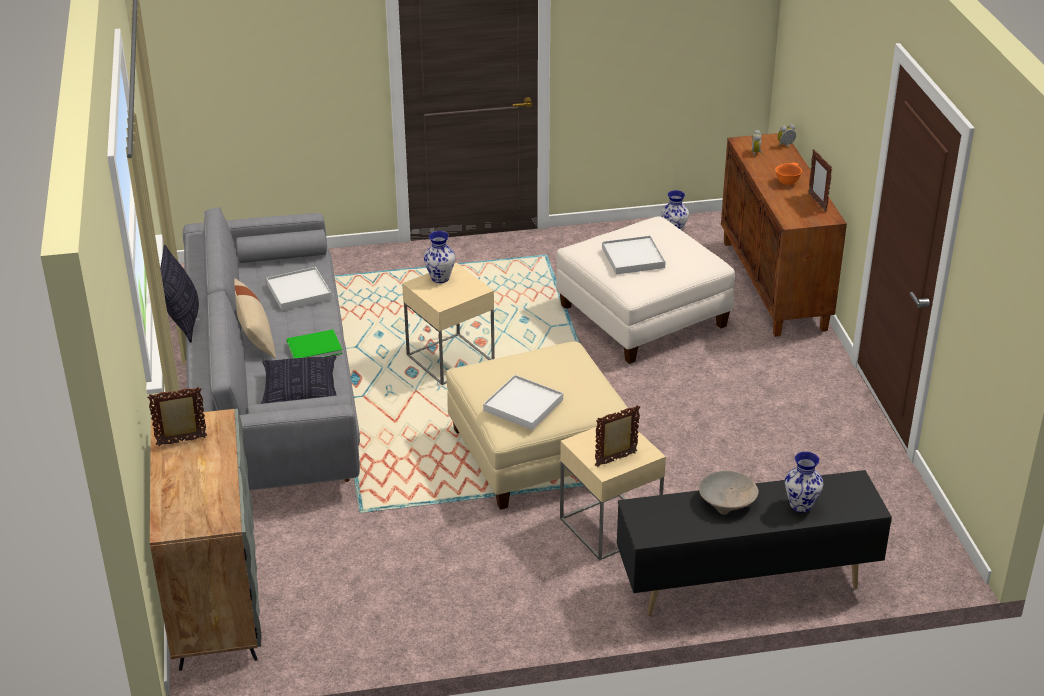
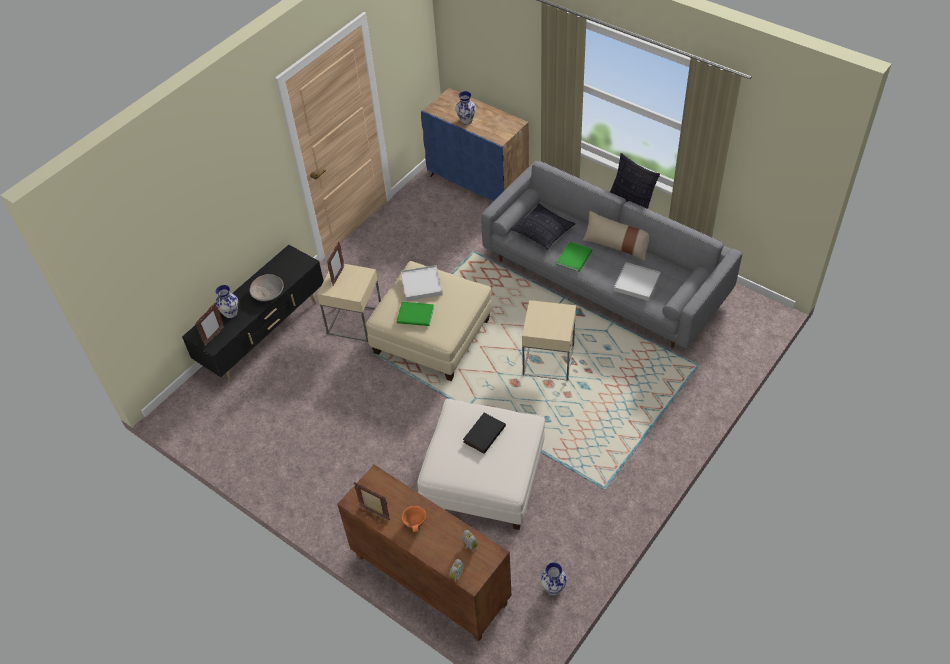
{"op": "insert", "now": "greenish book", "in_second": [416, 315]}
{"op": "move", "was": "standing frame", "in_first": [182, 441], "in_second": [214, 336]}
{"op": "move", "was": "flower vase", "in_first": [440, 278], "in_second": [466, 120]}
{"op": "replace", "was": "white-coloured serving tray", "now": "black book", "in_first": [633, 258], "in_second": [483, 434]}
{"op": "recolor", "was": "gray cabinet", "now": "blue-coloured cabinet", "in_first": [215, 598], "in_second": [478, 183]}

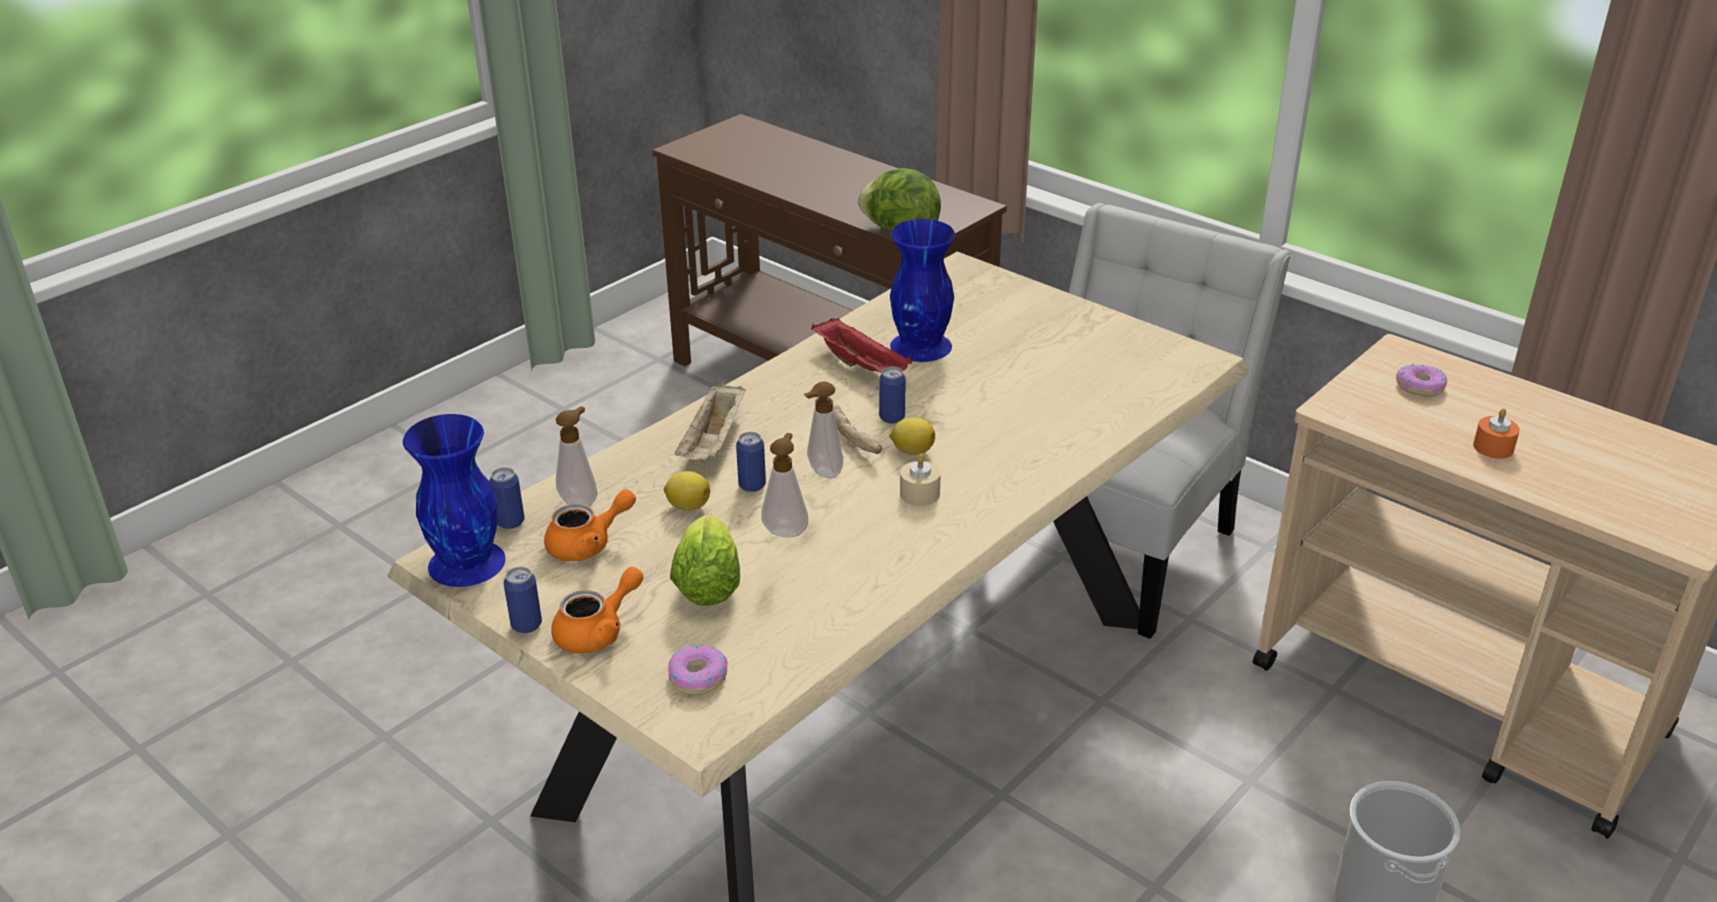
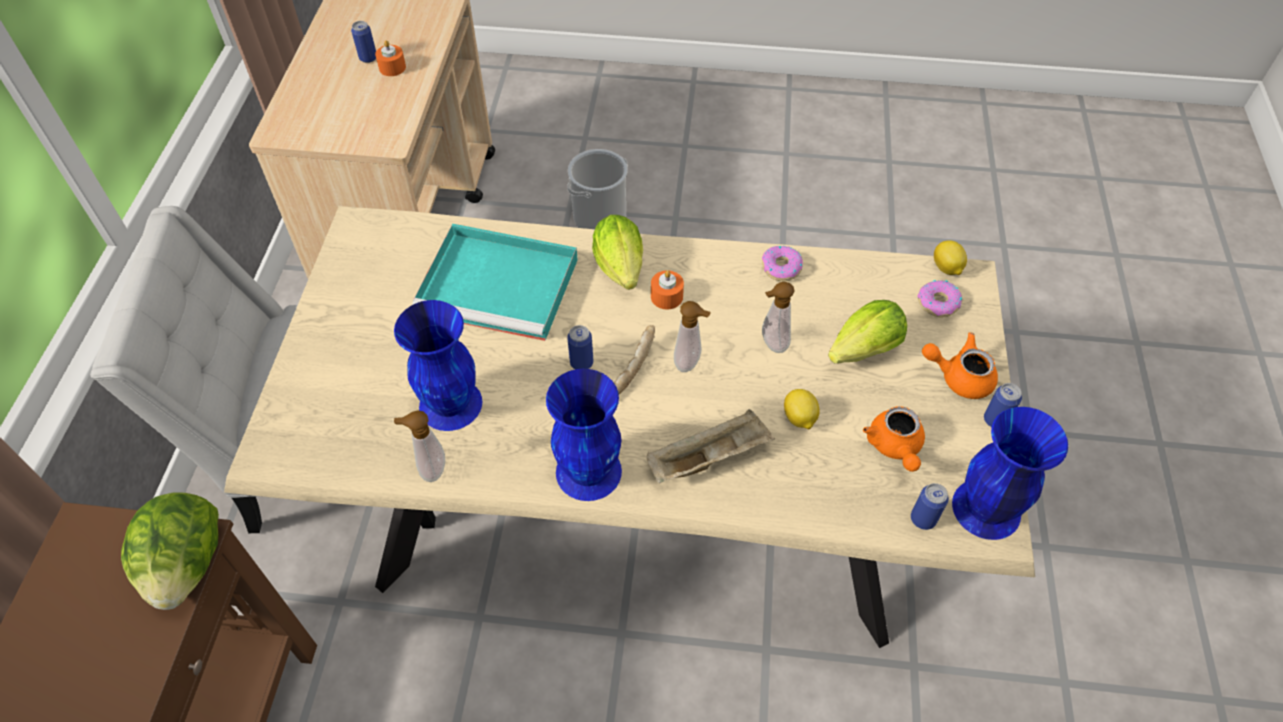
{"op": "delete", "was": "red serving tray", "in_first": [862, 366]}
{"op": "insert", "now": "turquoise-coloured serving tray", "in_second": [501, 286]}
{"op": "insert", "now": "blue-coloured flower vase", "in_second": [590, 472]}
{"op": "insert", "now": "head of lettuce", "in_second": [621, 271]}
{"op": "move", "was": "liquid soap bottle", "in_first": [580, 501], "in_second": [430, 469]}
{"op": "move", "was": "can", "in_first": [752, 485], "in_second": [368, 58]}
{"op": "move", "was": "lemon", "in_first": [912, 451], "in_second": [946, 268]}
{"op": "move", "was": "donut", "in_first": [1420, 386], "in_second": [781, 267]}
{"op": "recolor", "was": "sand-coloured candle", "now": "orange candle", "in_first": [919, 494], "in_second": [666, 296]}
{"op": "rotate", "was": "orange tea pot", "in_first": [588, 544], "in_second": [894, 447], "clockwise": -120}

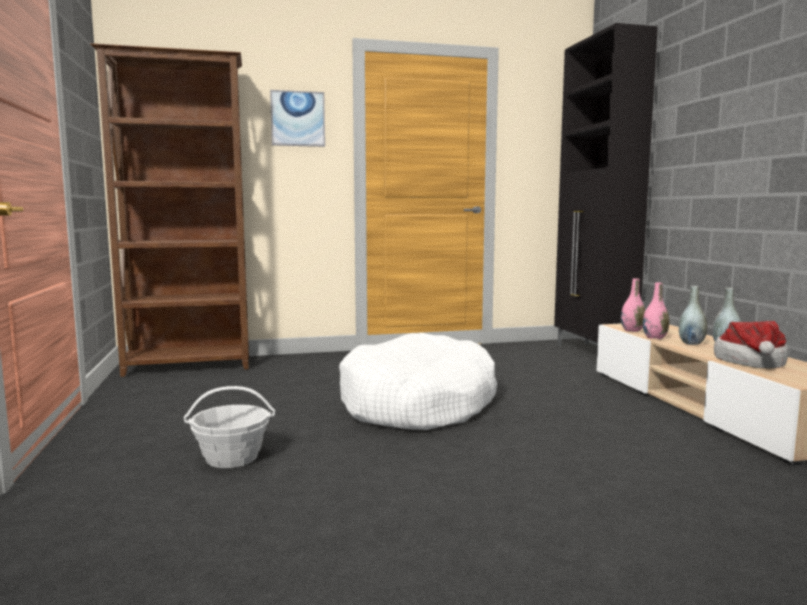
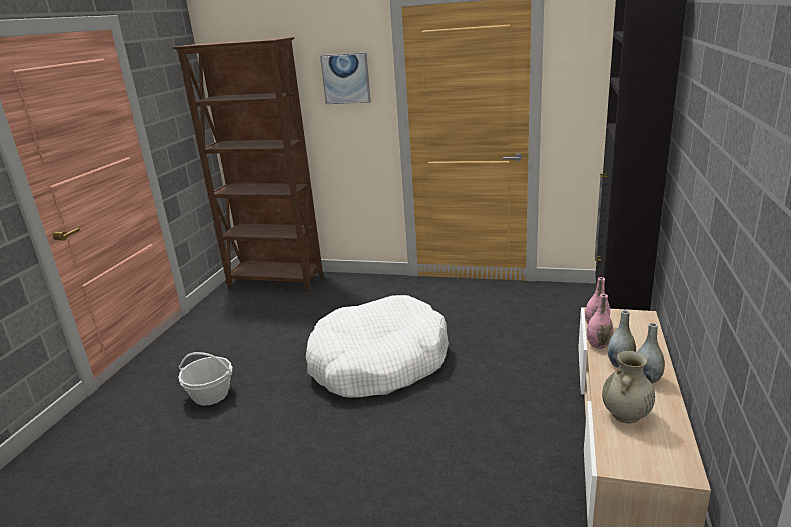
{"op": "replace", "was": "wearable hat", "now": "sand-coloured flower vase", "in_first": [751, 362], "in_second": [626, 415]}

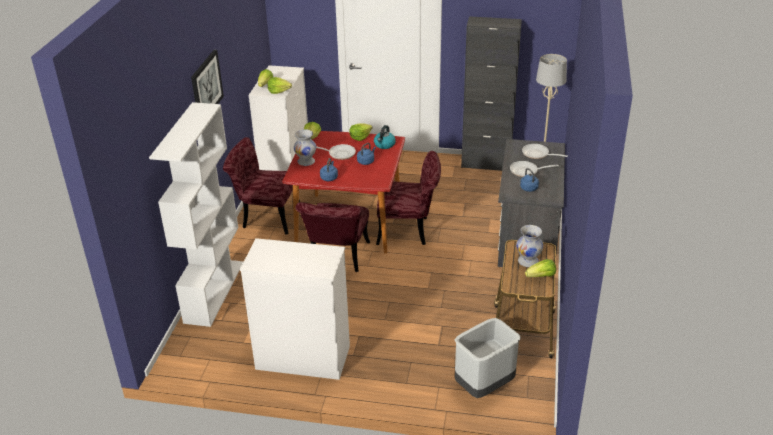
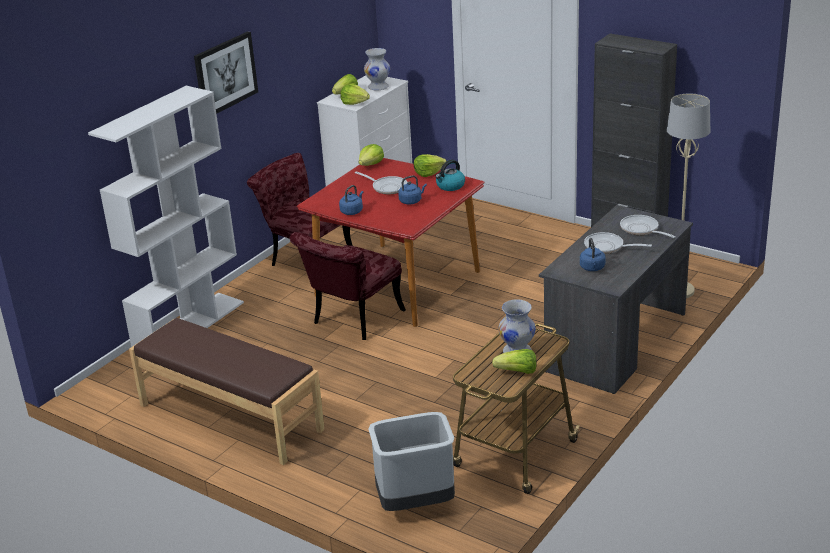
{"op": "delete", "was": "red plain chair", "in_first": [409, 231]}
{"op": "move", "was": "white-coloured flower vase", "in_first": [305, 162], "in_second": [377, 87]}
{"op": "replace", "was": "white-coloured dresser", "now": "brownish indoor bench", "in_first": [302, 357], "in_second": [229, 418]}

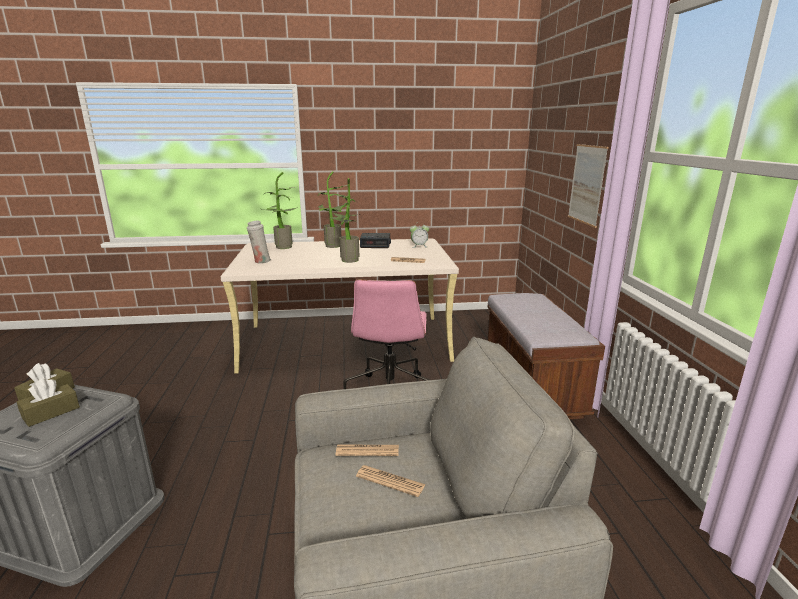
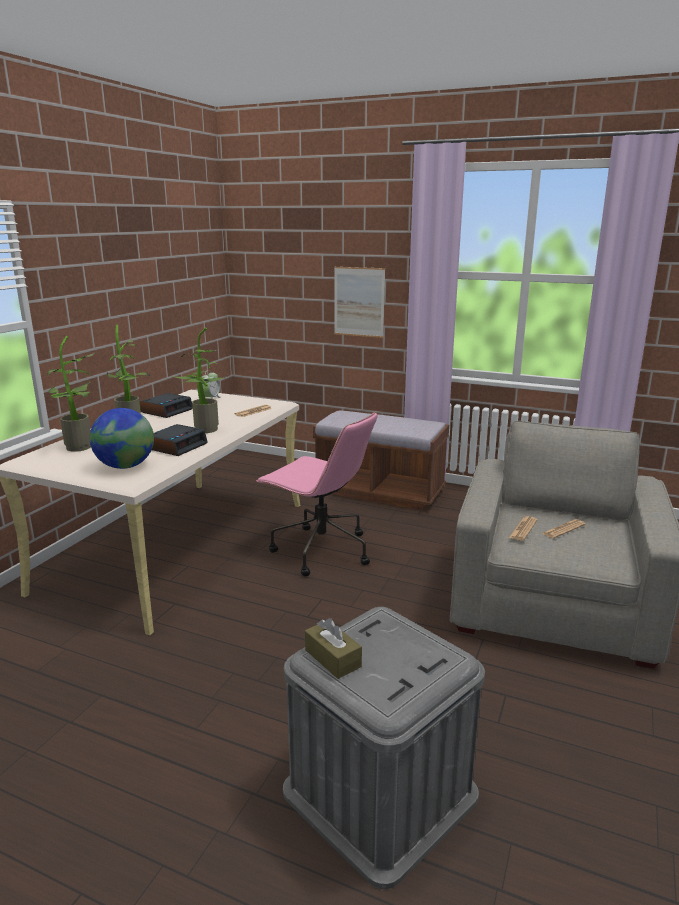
{"op": "delete", "was": "brownish tissue box", "in_first": [51, 412]}
{"op": "insert", "now": "alarm clock", "in_second": [176, 446]}
{"op": "replace", "was": "white-coloured flower vase", "now": "desk globe", "in_first": [260, 261], "in_second": [125, 466]}

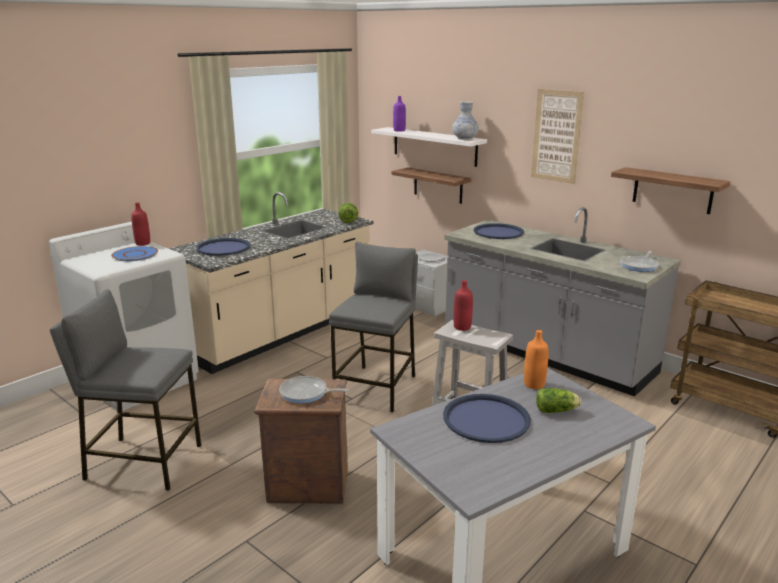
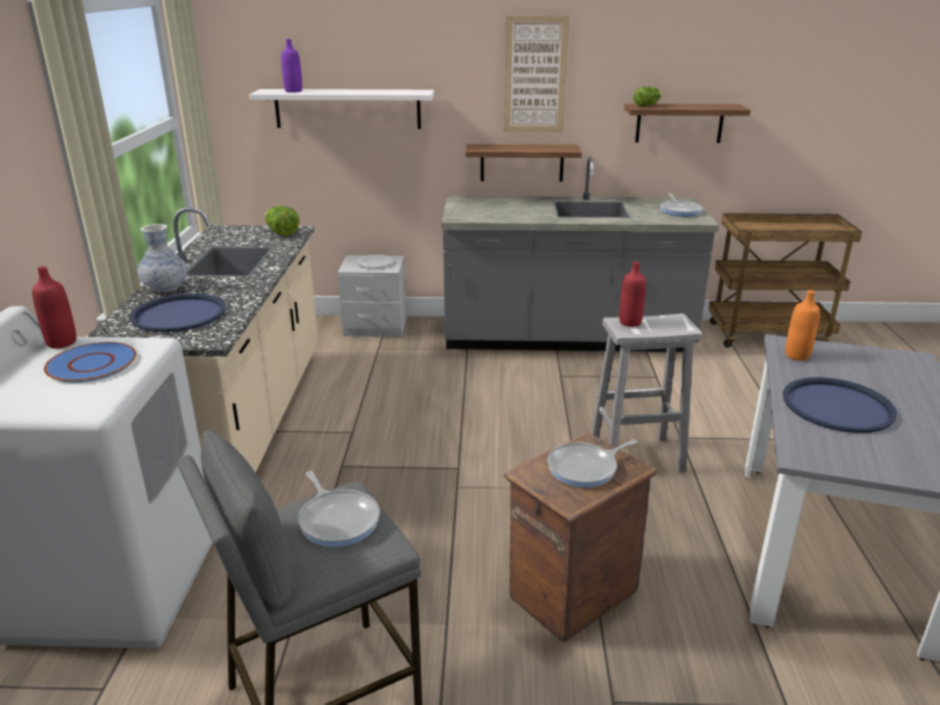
{"op": "delete", "was": "gray stool", "in_first": [377, 388]}
{"op": "delete", "was": "blue-coloured serving tray", "in_first": [498, 232]}
{"op": "insert", "now": "skillet", "in_second": [338, 519]}
{"op": "move", "was": "bracket shelf", "in_first": [438, 185], "in_second": [522, 162]}
{"op": "move", "was": "flower vase", "in_first": [465, 138], "in_second": [165, 287]}
{"op": "move", "was": "head of lettuce", "in_first": [557, 410], "in_second": [648, 105]}

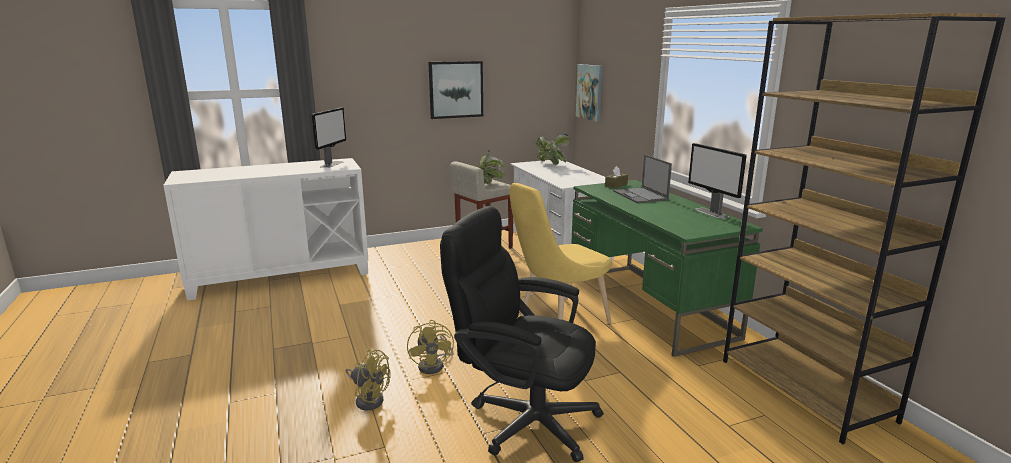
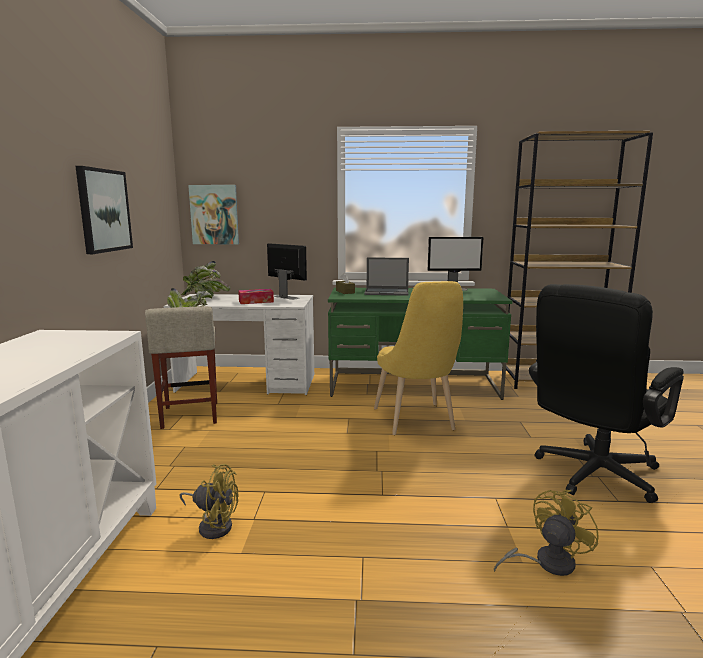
{"op": "insert", "now": "tissue box", "in_second": [256, 301]}
{"op": "move", "was": "computer display", "in_first": [332, 164], "in_second": [286, 297]}
{"op": "move", "was": "yellow cooling fan", "in_first": [435, 365], "in_second": [213, 525]}

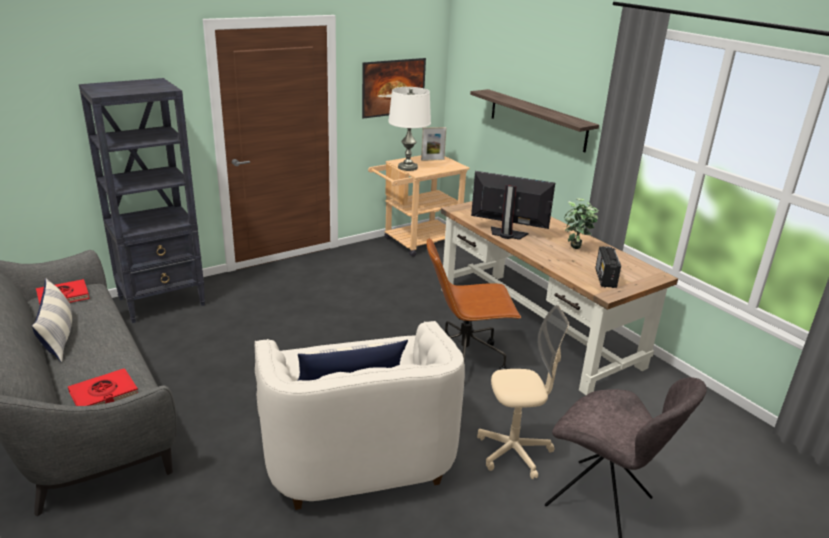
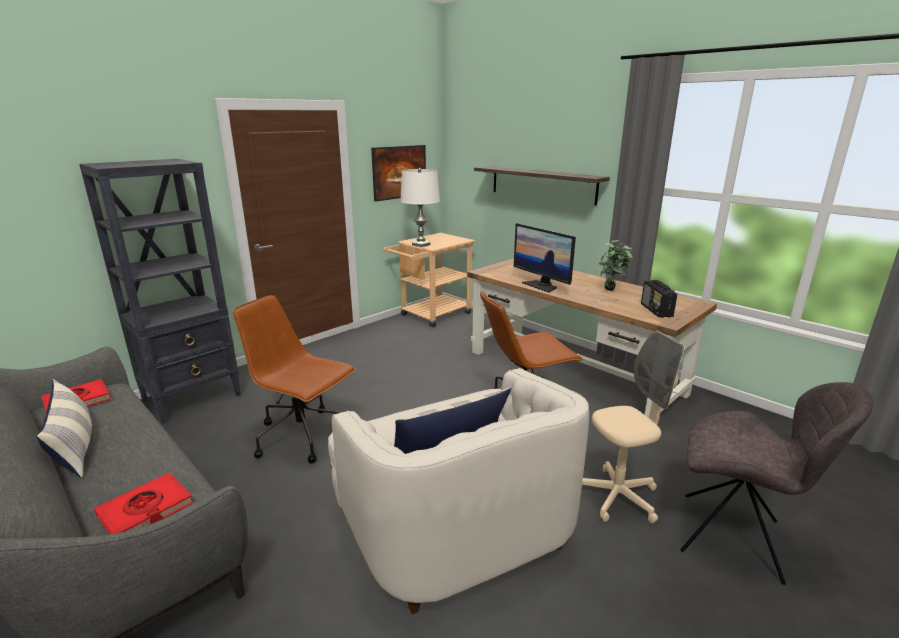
{"op": "delete", "was": "standing frame", "in_first": [432, 160]}
{"op": "insert", "now": "brownish office chair", "in_second": [304, 436]}
{"op": "rotate", "was": "computer display", "in_first": [507, 234], "in_second": [541, 285], "clockwise": -135}

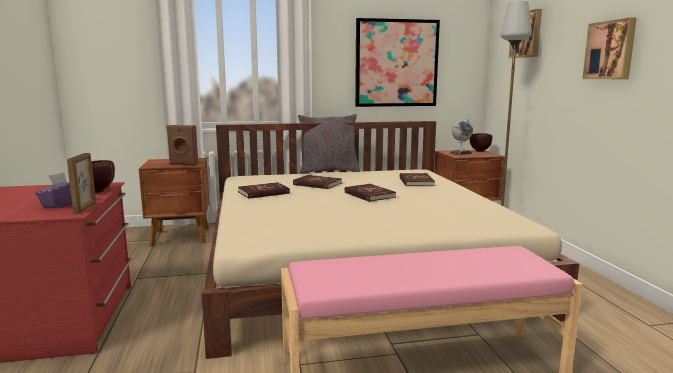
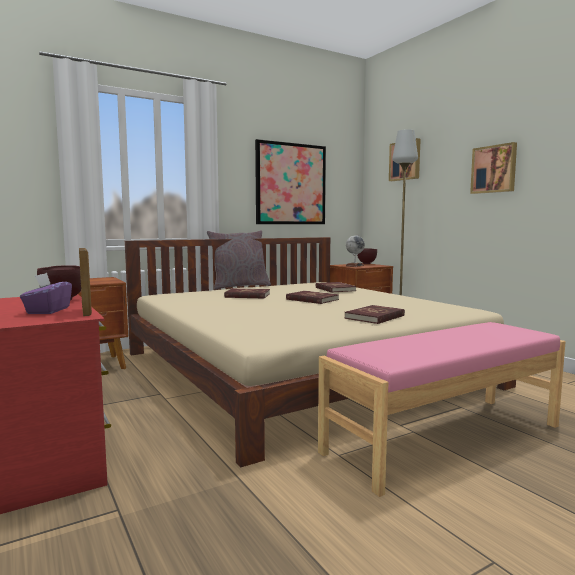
{"op": "delete", "was": "brownish loudspeaker", "in_first": [183, 164]}
{"op": "move", "was": "red book", "in_first": [263, 193], "in_second": [375, 317]}

